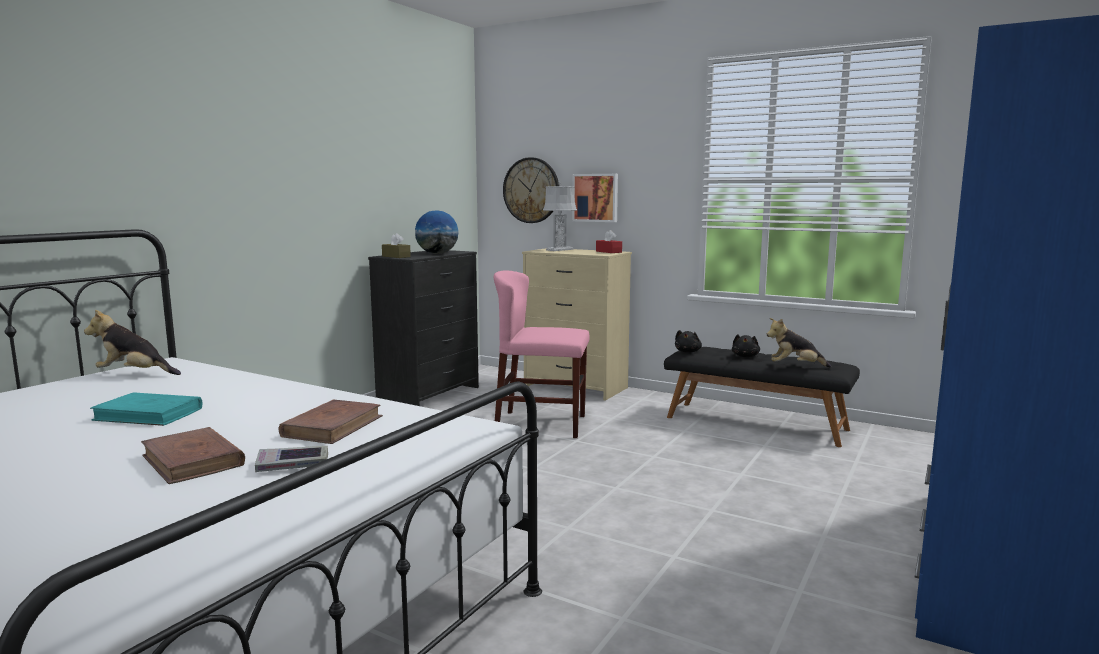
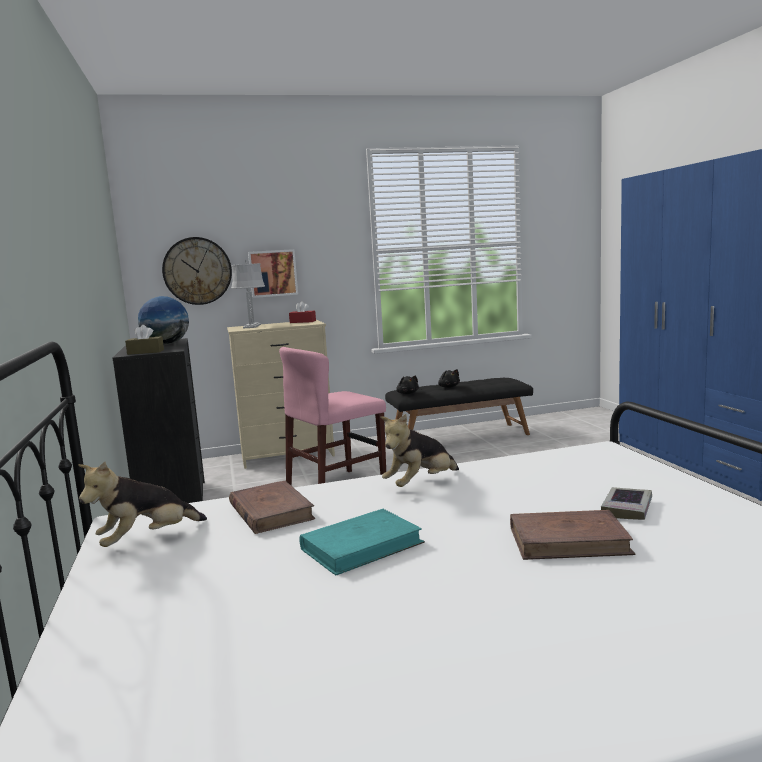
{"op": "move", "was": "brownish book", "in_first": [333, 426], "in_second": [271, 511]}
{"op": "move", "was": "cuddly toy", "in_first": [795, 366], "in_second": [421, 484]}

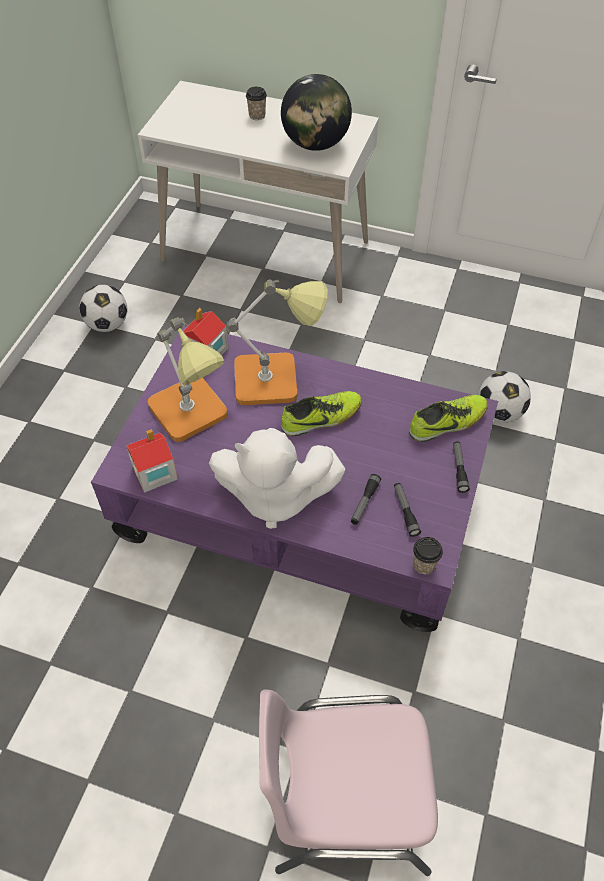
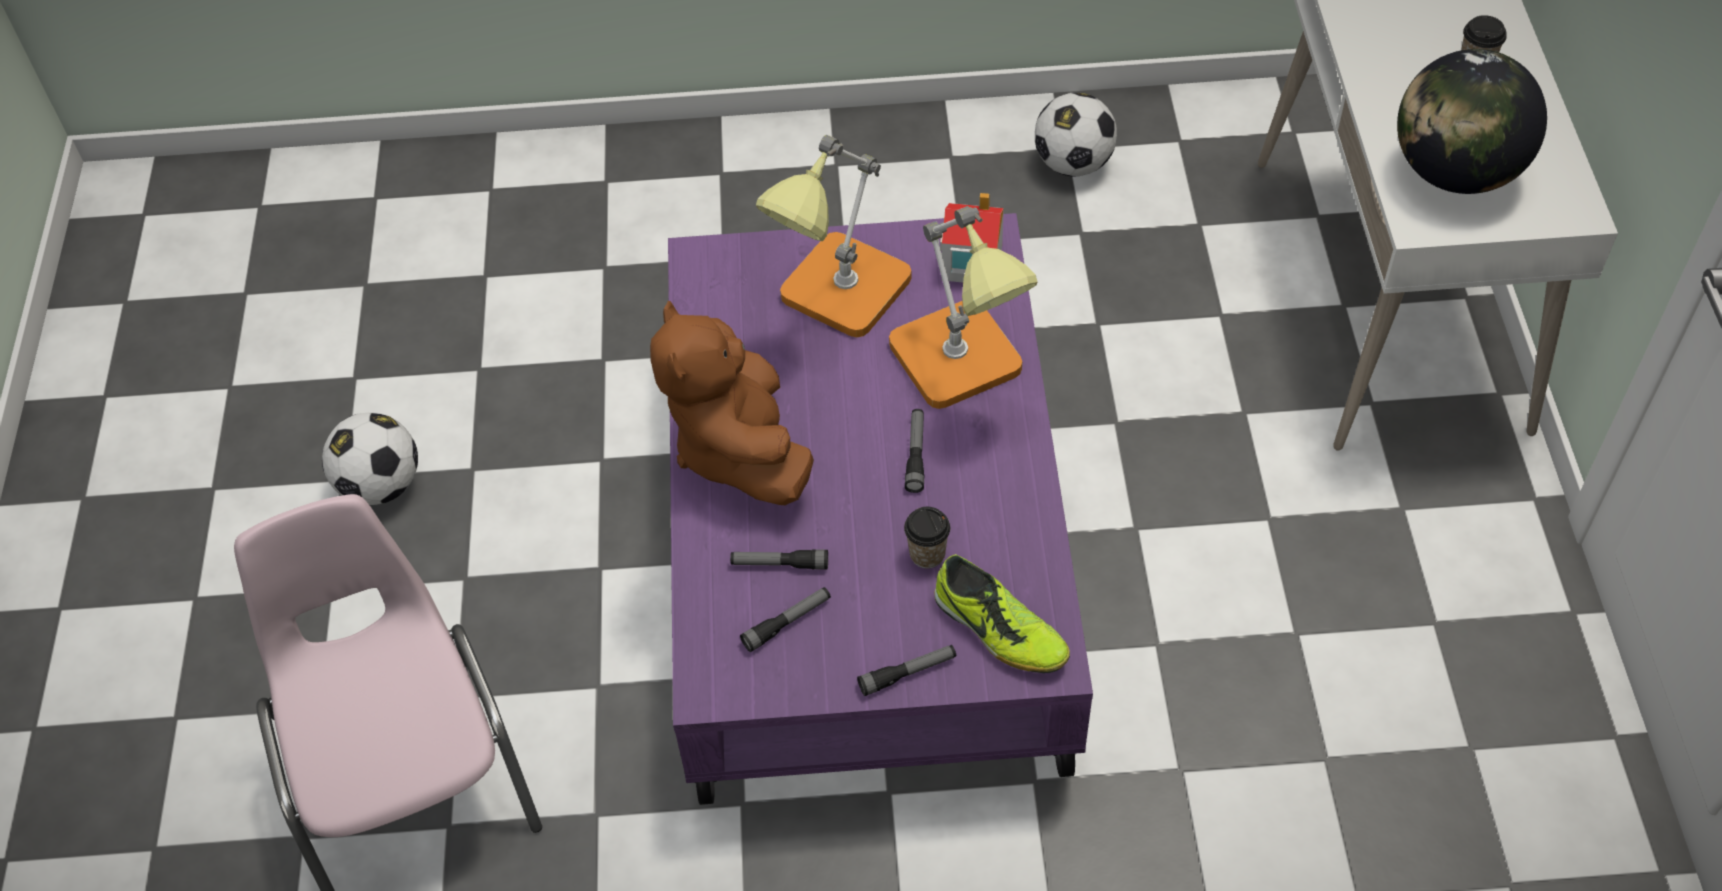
{"op": "delete", "was": "toy house", "in_first": [154, 473]}
{"op": "move", "was": "small cup", "in_first": [424, 565], "in_second": [927, 554]}
{"op": "move", "was": "ball for football", "in_first": [499, 412], "in_second": [381, 485]}
{"op": "replace", "was": "shoe", "now": "flashlight", "in_first": [321, 418], "in_second": [916, 454]}
{"op": "recolor", "was": "white-coloured cuddly toy", "now": "brownish cuddly toy", "in_first": [274, 496], "in_second": [739, 448]}

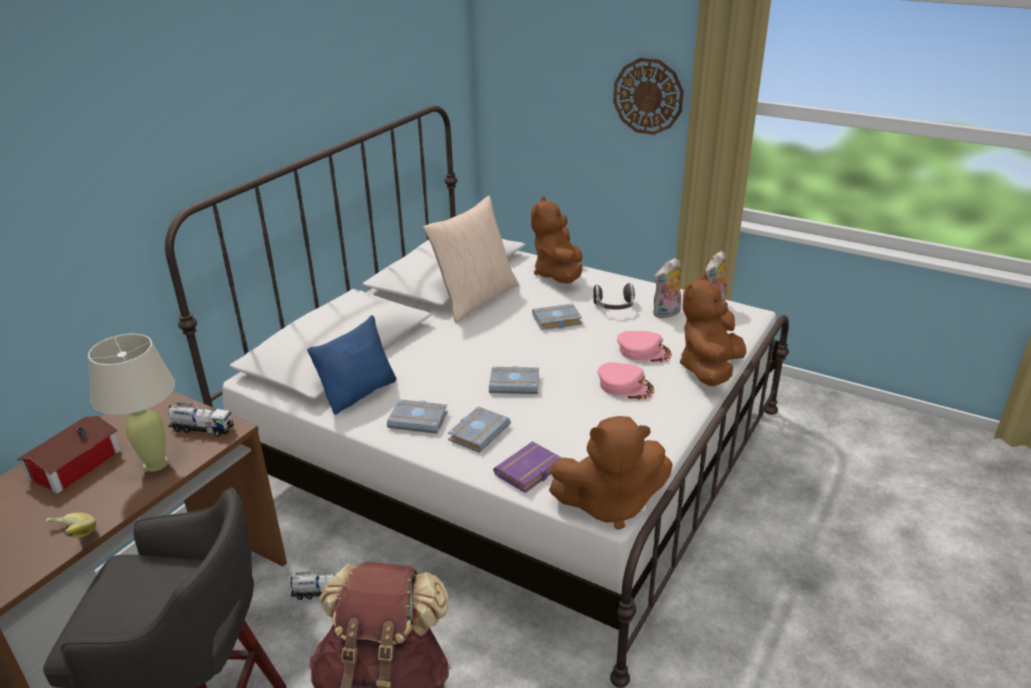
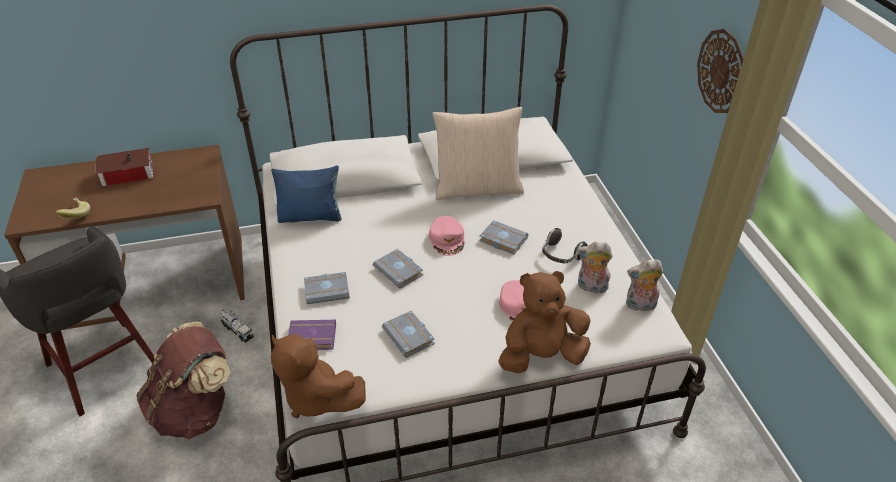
{"op": "delete", "was": "sand-coloured table lamp", "in_first": [156, 464]}
{"op": "delete", "was": "toy lorry", "in_first": [202, 429]}
{"op": "delete", "was": "brownish cuddly toy", "in_first": [558, 275]}
{"op": "move", "was": "gray book", "in_first": [419, 419], "in_second": [410, 336]}
{"op": "move", "was": "pink cap", "in_first": [625, 386], "in_second": [447, 239]}

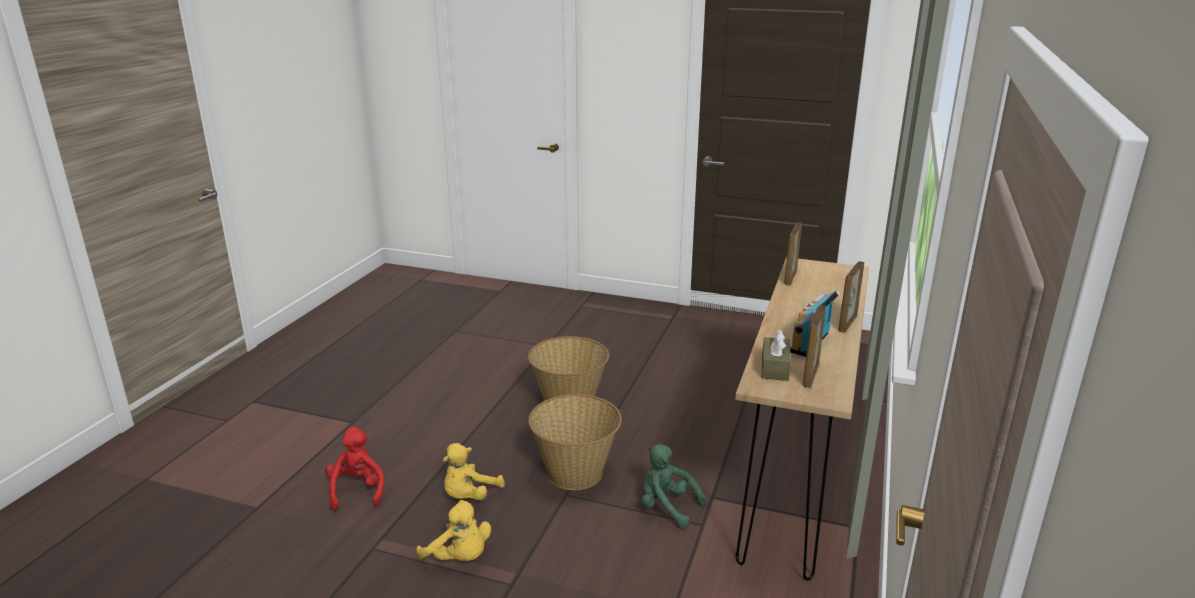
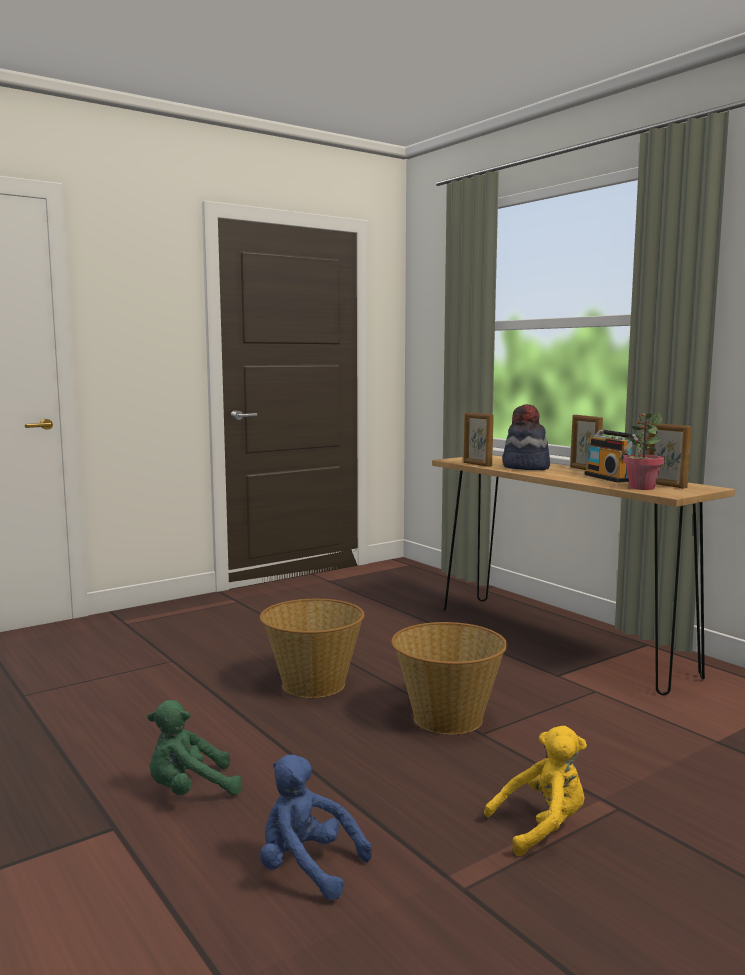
{"op": "delete", "was": "yellow cuddly toy", "in_first": [469, 496]}
{"op": "insert", "now": "wearable hat", "in_second": [525, 468]}
{"op": "move", "was": "greenish cuddly toy", "in_first": [666, 507], "in_second": [190, 790]}
{"op": "replace", "was": "brownish tissue box", "now": "potted plant", "in_first": [774, 367], "in_second": [641, 488]}
{"op": "recolor", "was": "red cuddly toy", "now": "blue-coloured cuddly toy", "in_first": [357, 491], "in_second": [307, 868]}

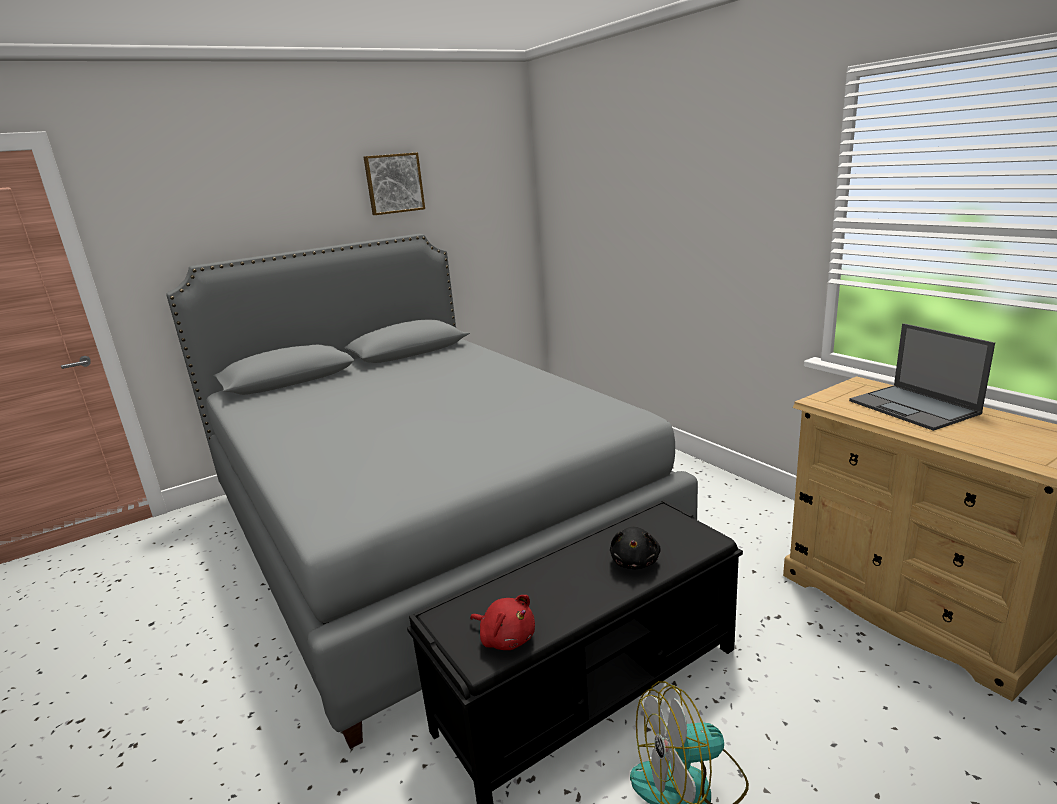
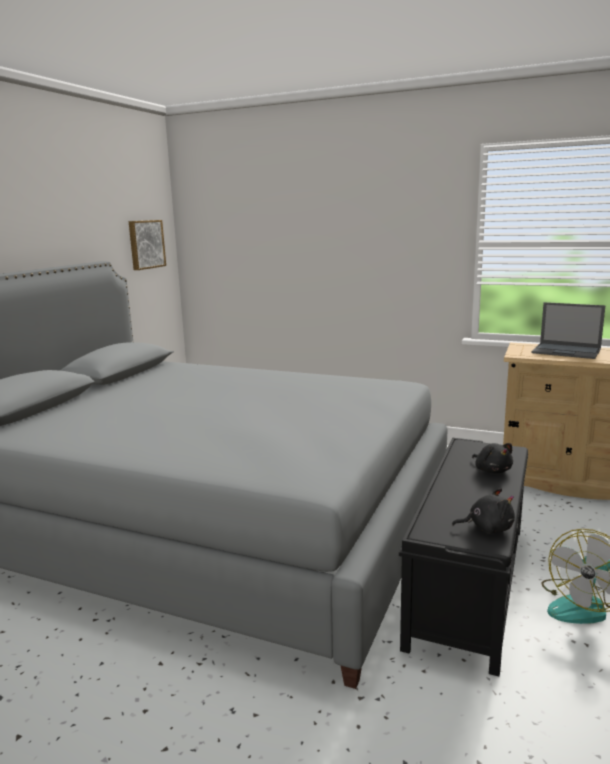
{"op": "move", "was": "picture", "in_first": [394, 183], "in_second": [145, 244]}
{"op": "recolor", "was": "red cuddly toy", "now": "black cuddly toy", "in_first": [506, 638], "in_second": [487, 528]}

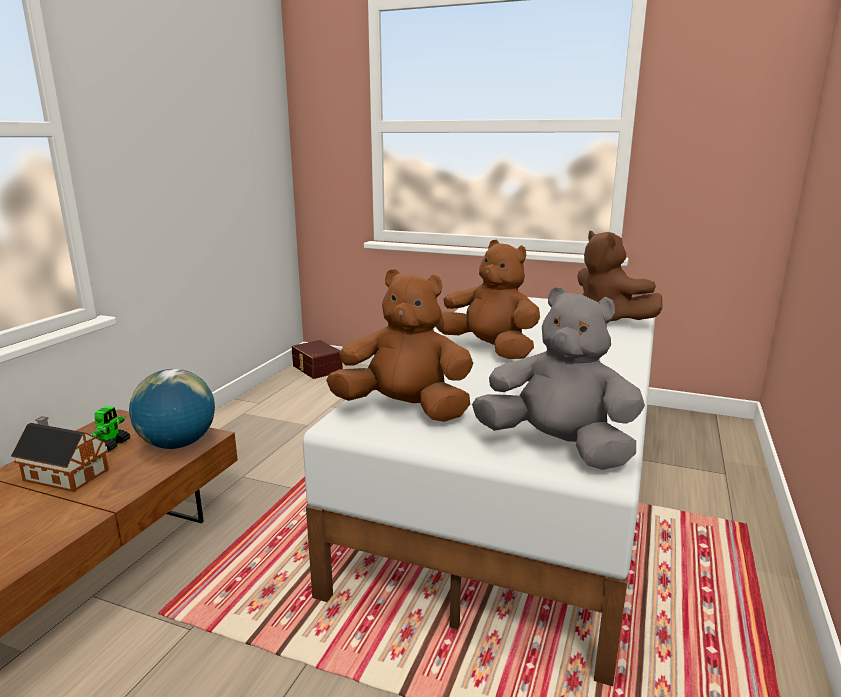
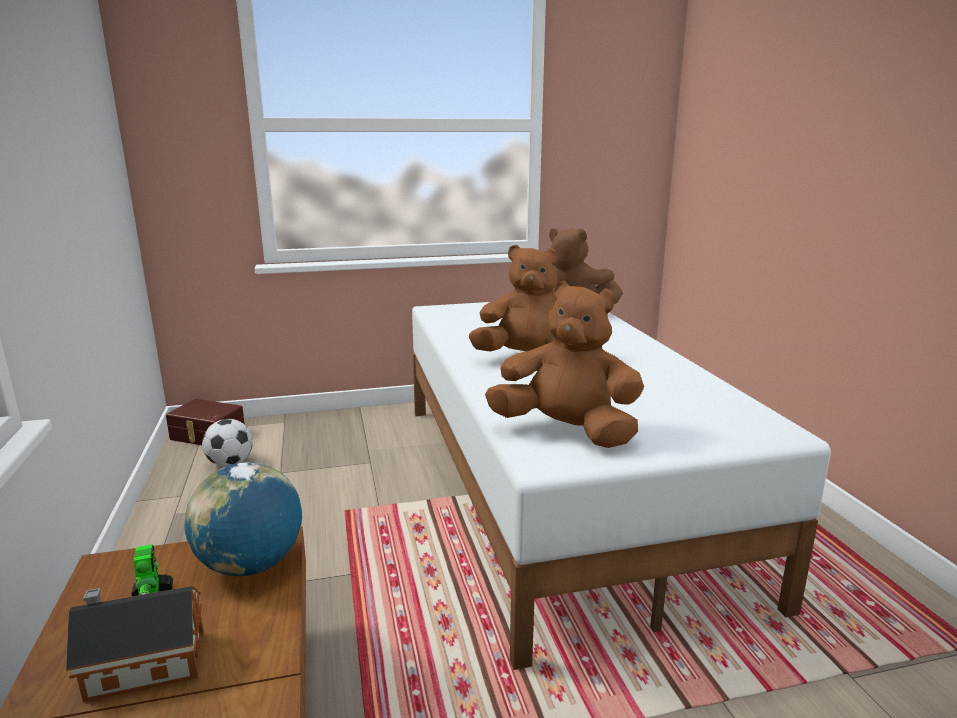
{"op": "delete", "was": "gray cuddly toy", "in_first": [557, 447]}
{"op": "insert", "now": "ball for football", "in_second": [230, 463]}
{"op": "rotate", "was": "brownish cuddly toy", "in_first": [405, 409], "in_second": [566, 431], "clockwise": 45}

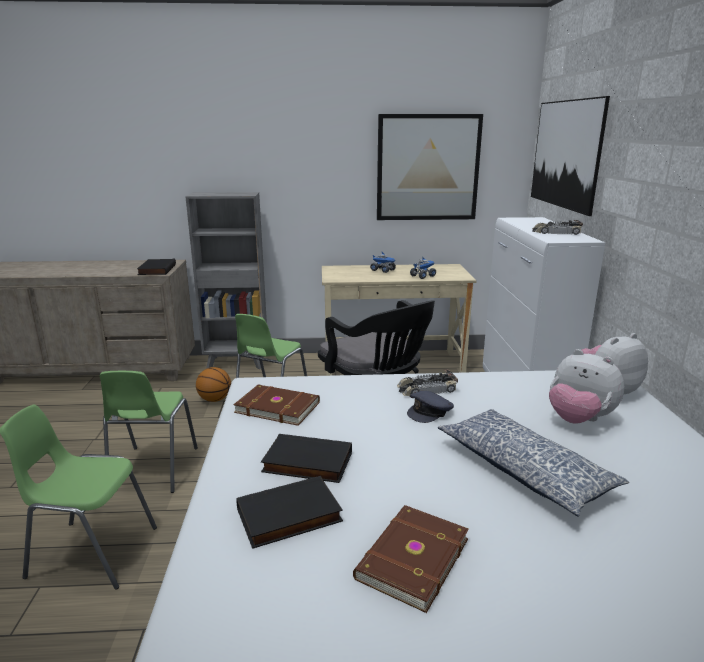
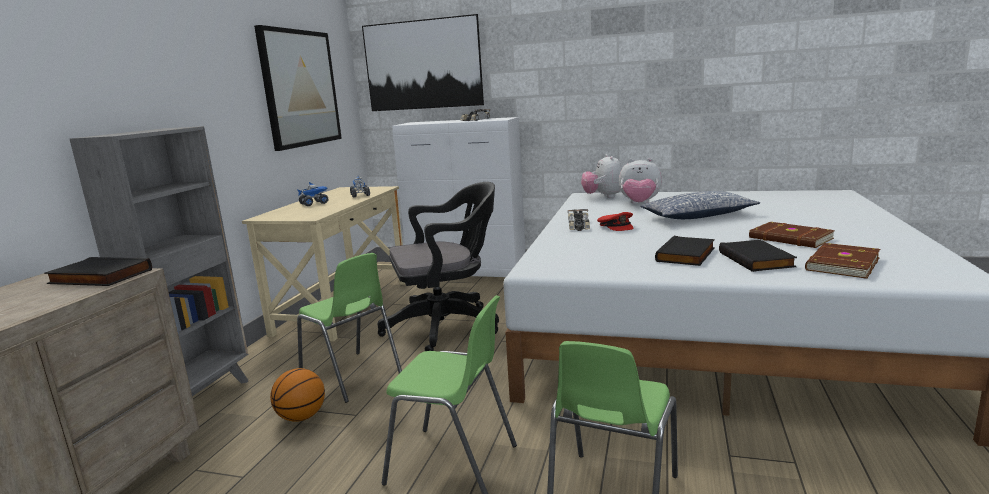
{"op": "move", "was": "brownish book", "in_first": [277, 407], "in_second": [840, 264]}
{"op": "recolor", "was": "gray cap", "now": "red cap", "in_first": [430, 412], "in_second": [616, 227]}
{"op": "rotate", "was": "cuddly toy", "in_first": [579, 420], "in_second": [639, 204], "clockwise": 45}

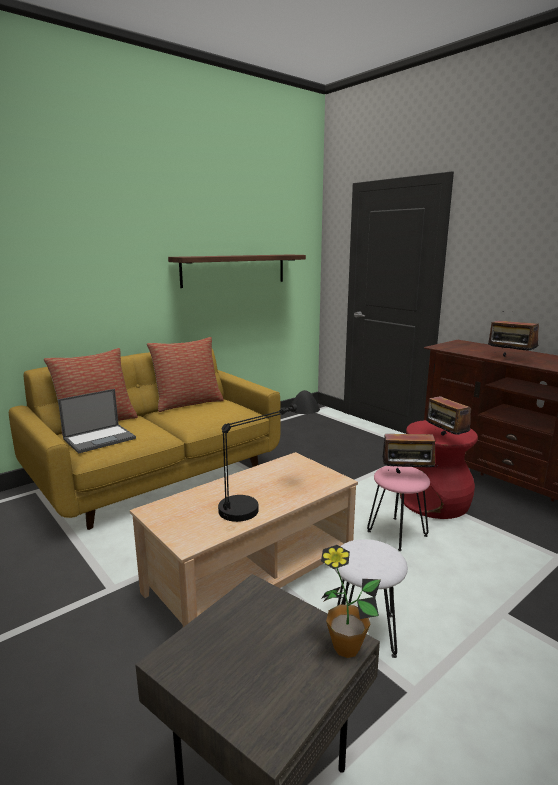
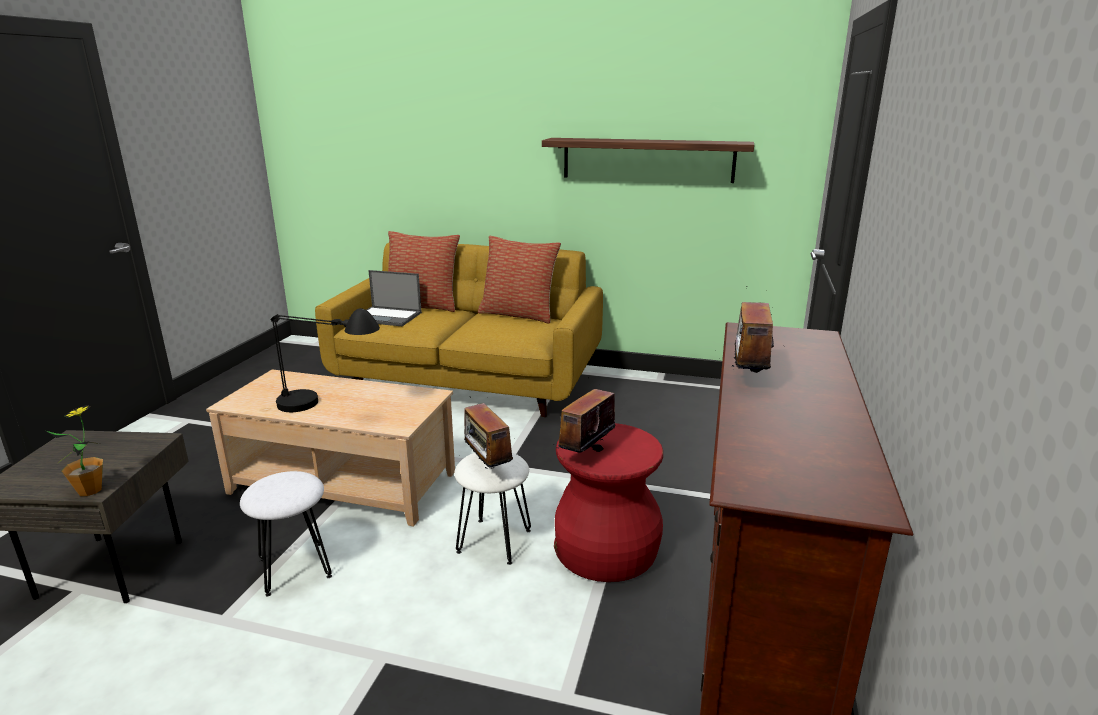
{"op": "recolor", "was": "pink stool", "now": "white-coloured stool", "in_first": [397, 533], "in_second": [495, 541]}

